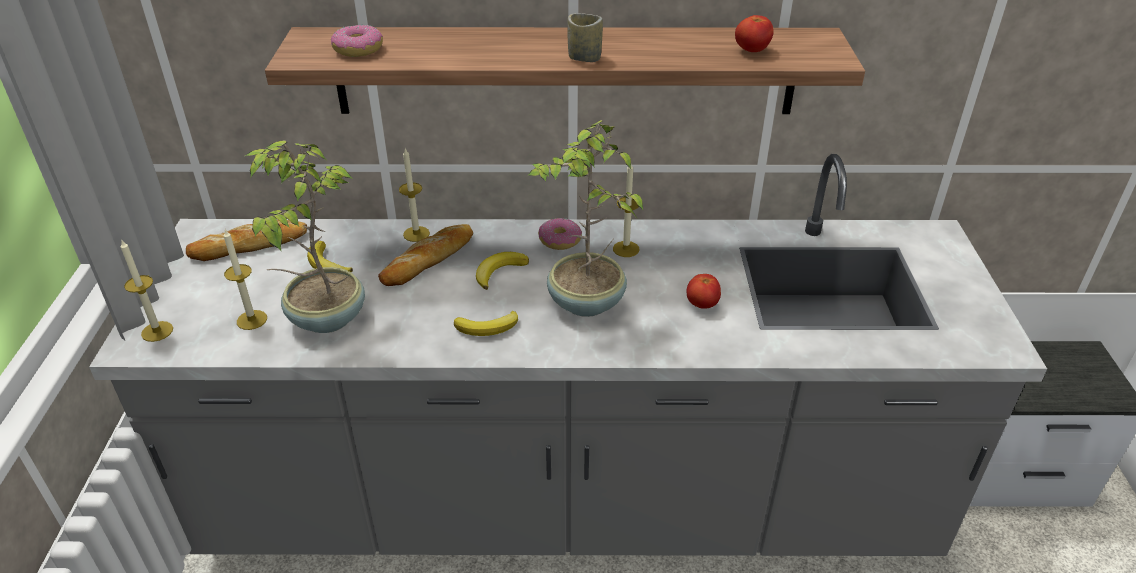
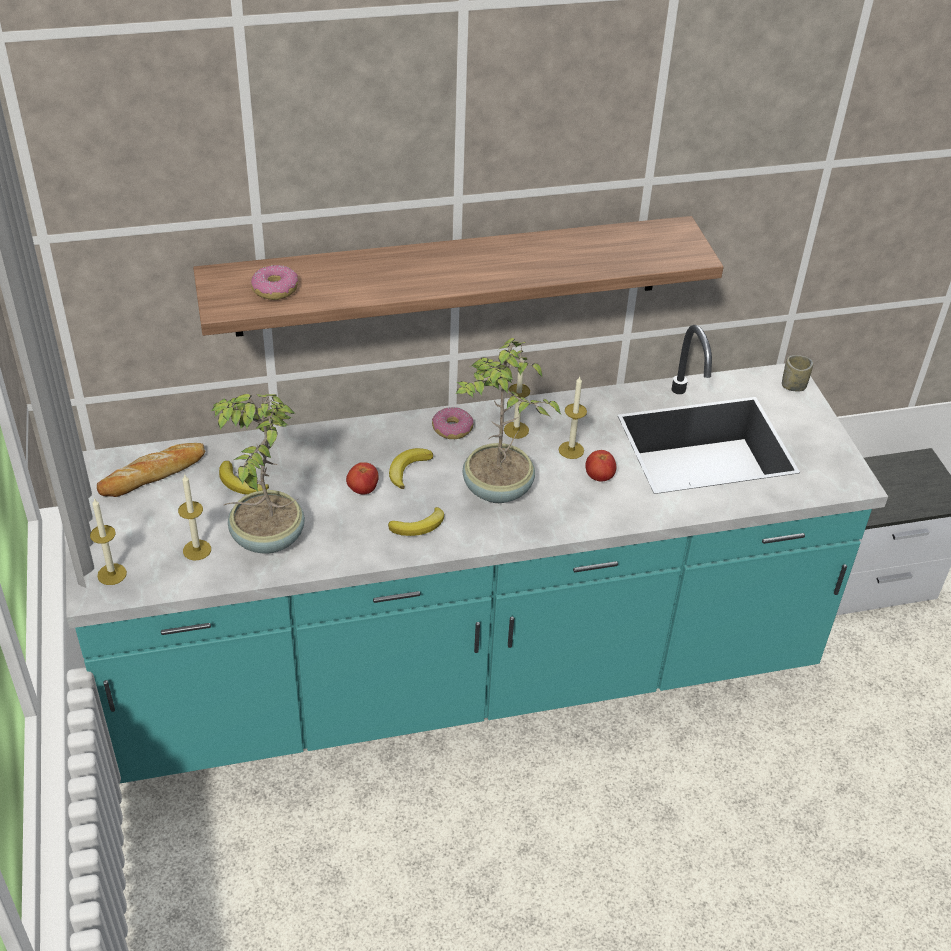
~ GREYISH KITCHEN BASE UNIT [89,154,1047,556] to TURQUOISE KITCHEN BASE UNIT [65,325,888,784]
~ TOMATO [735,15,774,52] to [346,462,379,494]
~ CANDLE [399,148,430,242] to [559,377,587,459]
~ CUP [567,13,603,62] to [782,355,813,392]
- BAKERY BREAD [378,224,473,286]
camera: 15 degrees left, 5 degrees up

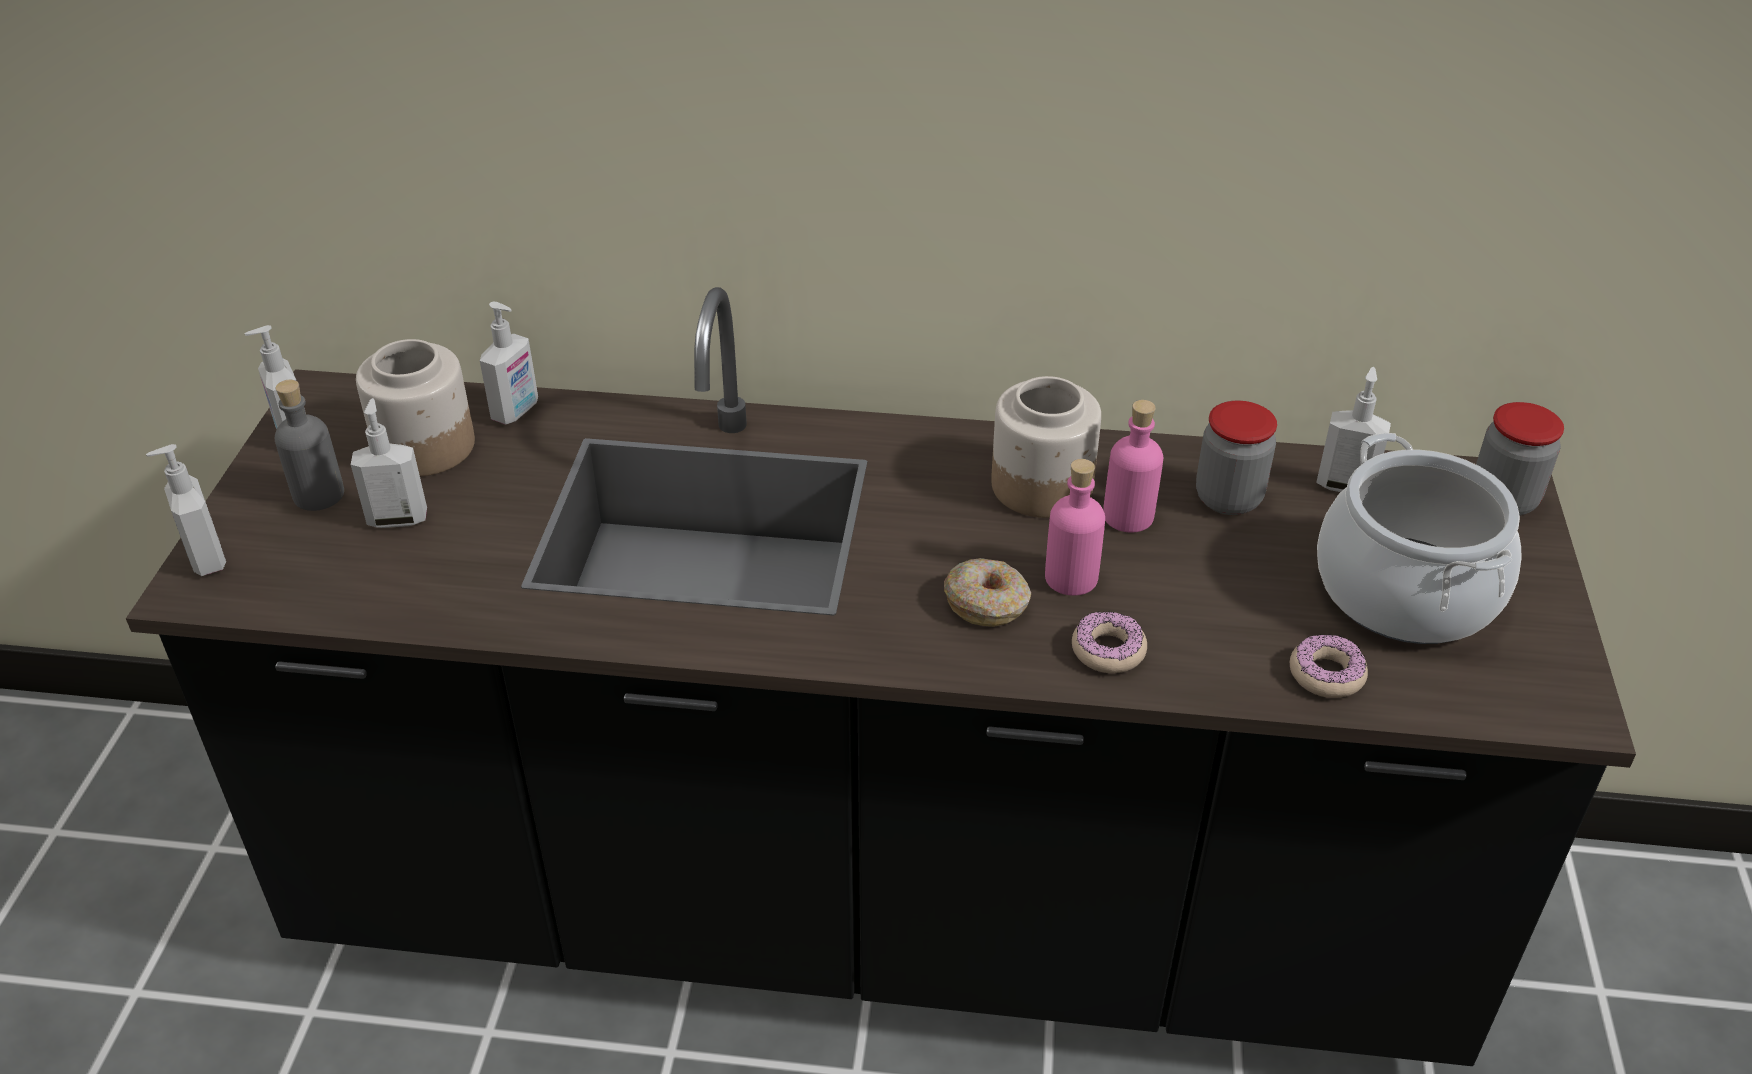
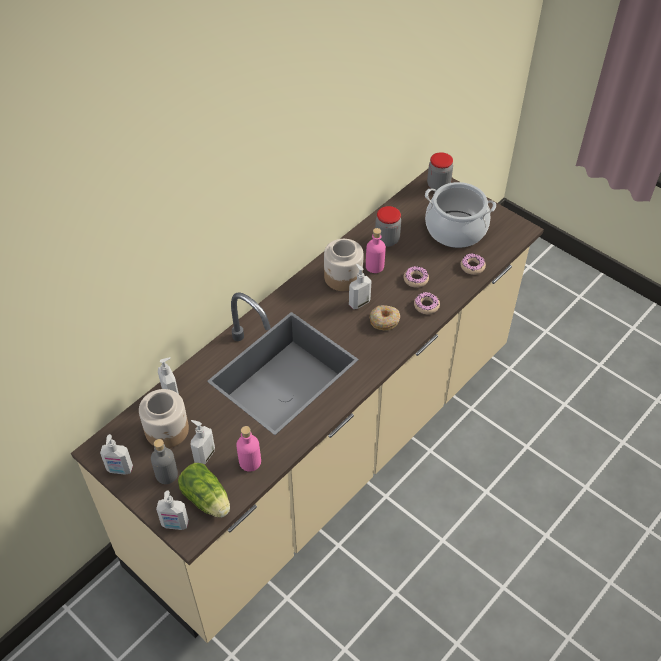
~ BLACKISH KITCHEN BASE UNIT [126,287,1636,1066] to BEIGE-COLOURED KITCHEN BASE UNIT [71,169,544,643]
+ LETTUCE HEAD [178,463,230,518]
~ PINK-COLOURED DRINK BOTTLE [1045,459,1105,596] to [236,426,261,472]
~ SOAP BOTTLE [1316,367,1391,492] to [349,264,372,309]
+ DONUT [404,266,429,288]
camera: 55 degrees left, 10 degrees up

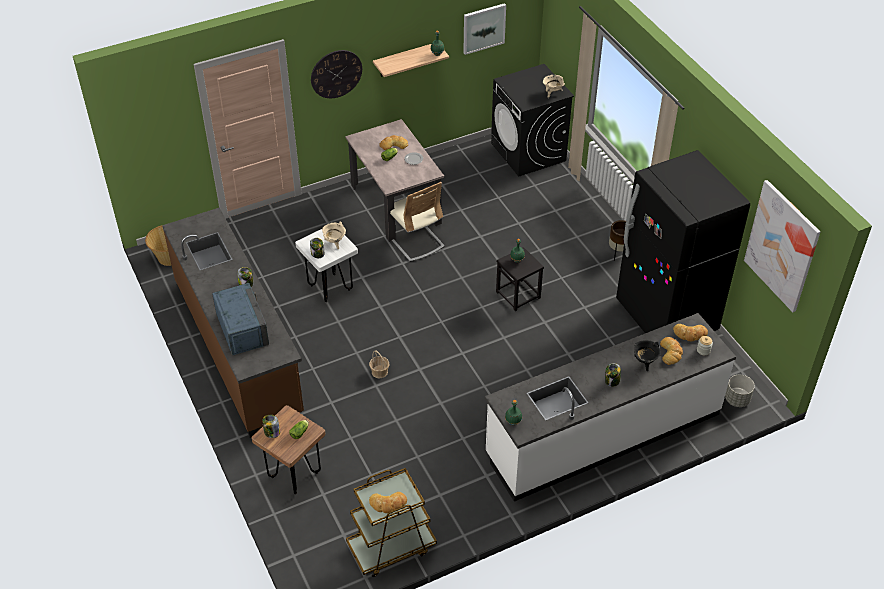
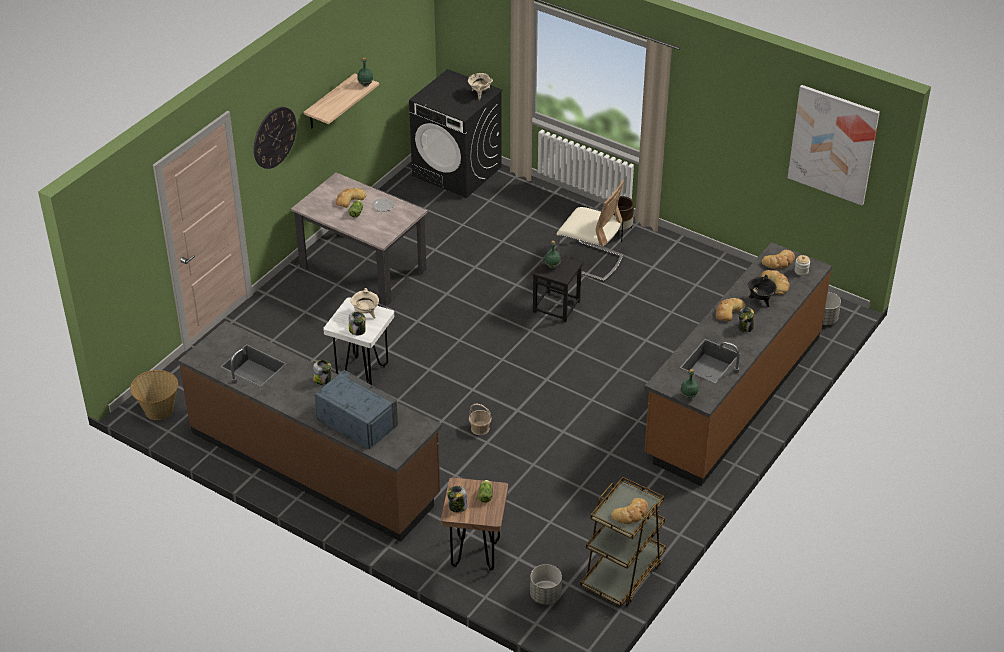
+ GREYISH PLANT POT [530,564,562,605]
~ BEIGE-COLOURED CHAIR [390,182,445,262] to [556,180,624,281]
~ WHITISH KITCHEN BASE UNIT [485,313,736,502] to BROWNISH KITCHEN BASE UNIT [644,242,832,486]
+ BAKERY BREAD [716,298,746,321]
- WALL PICTURE [463,3,506,55]
- BLACKISH FRIDGE [616,150,750,333]
camera: 30 degrees left, 5 degrees down

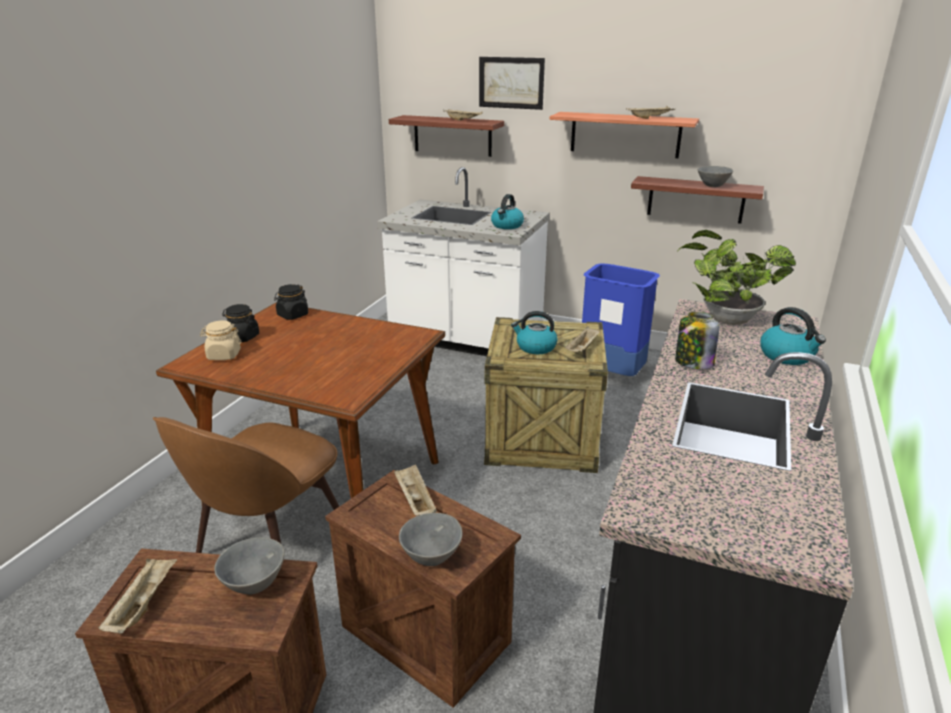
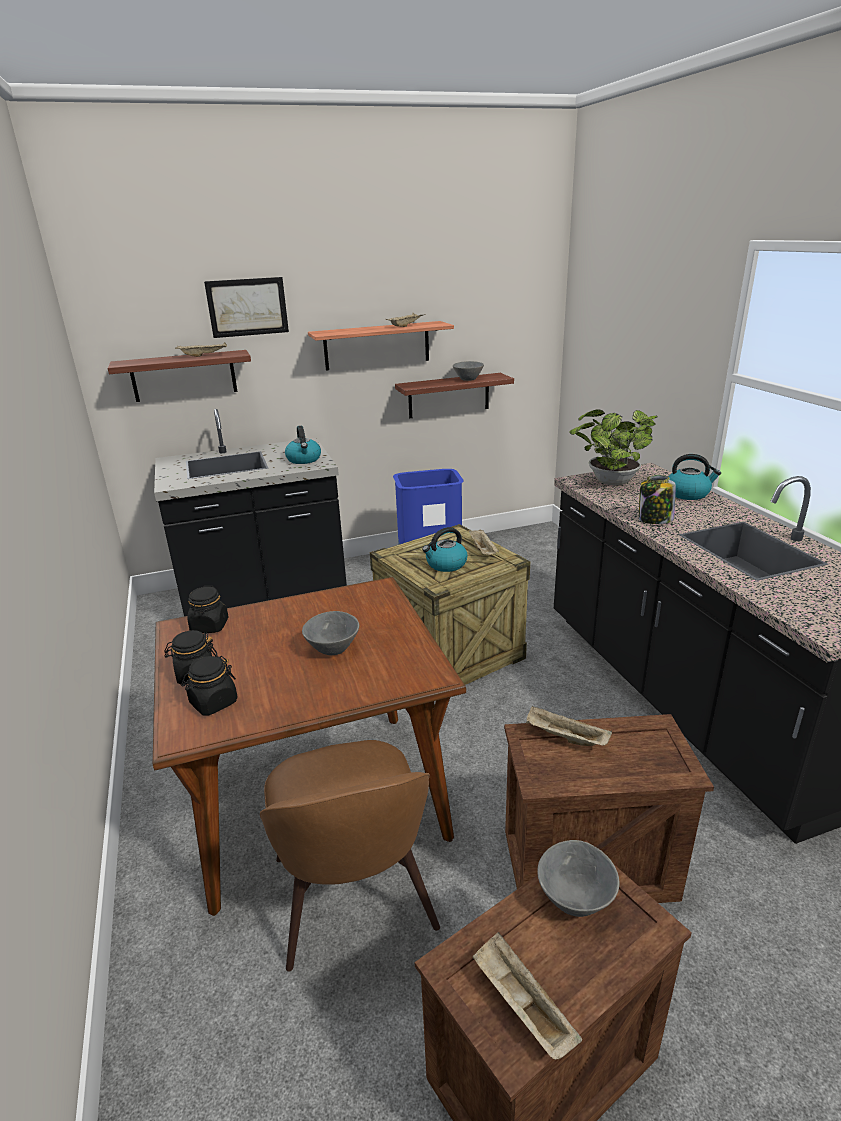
~ WHITISH KITCHEN BASE UNIT [377,167,550,356] to BLACKISH KITCHEN BASE UNIT [154,409,347,616]
~ BEIGE-COLOURED PRESERVE JAR [200,321,241,360] to BLACKISH PRESERVE JAR [181,656,238,716]
~ GREYISH BOWL [399,513,462,566] to [302,611,359,655]
camera: 40 degrees left, 0 degrees up

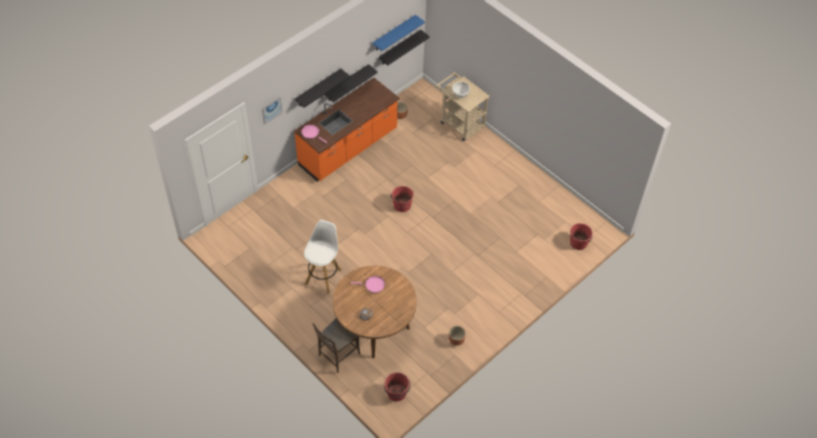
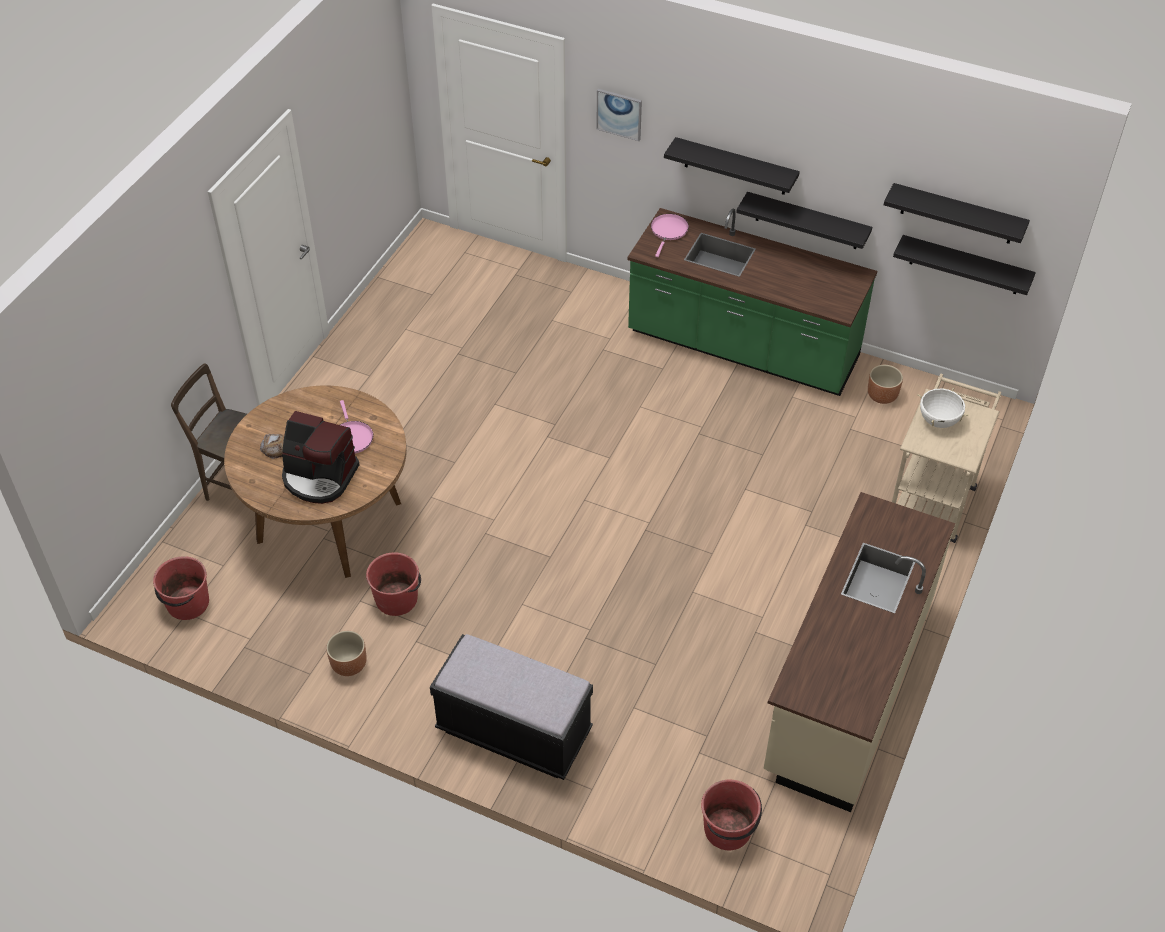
+ COFFEE MAKER [282,411,360,504]
~ RED-COLOURED WATER BUCKET [391,186,414,212] to [366,552,421,616]
+ BLACKISH LONG SEAT [430,634,593,780]
~ ORANGE KITCHEN BASE UNIT [294,78,400,182] to GREENISH KITCHEN BASE UNIT [627,208,877,396]
+ BEIGE-COLOURED KITCHEN BASE UNIT [763,492,955,812]
~ BLUE-COLOURED WALL SHELF [372,15,425,51] to BLACKISH WALL SHELF [884,183,1030,244]
- WHITISH STOOL SEAT [304,220,342,293]
camera: 70 degrees right, 5 degrees down

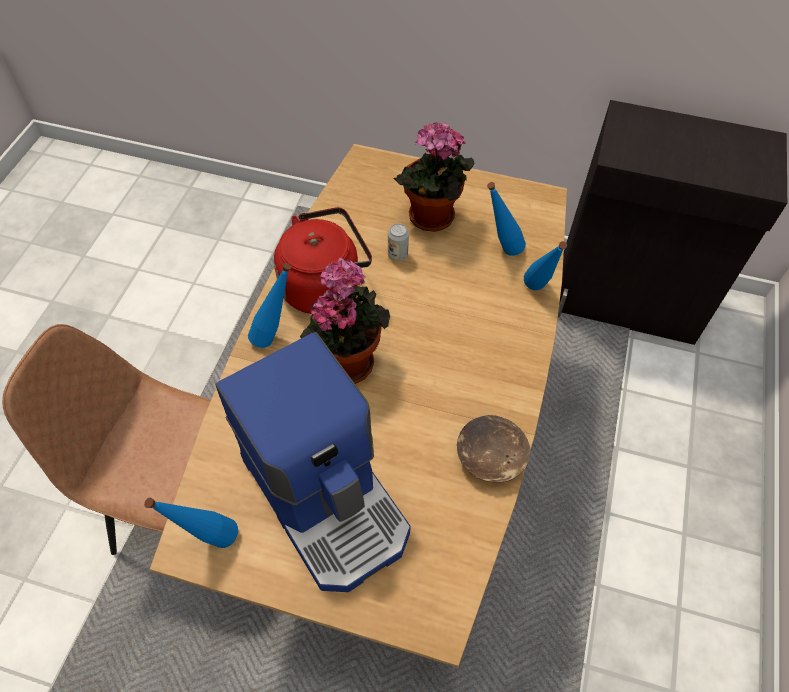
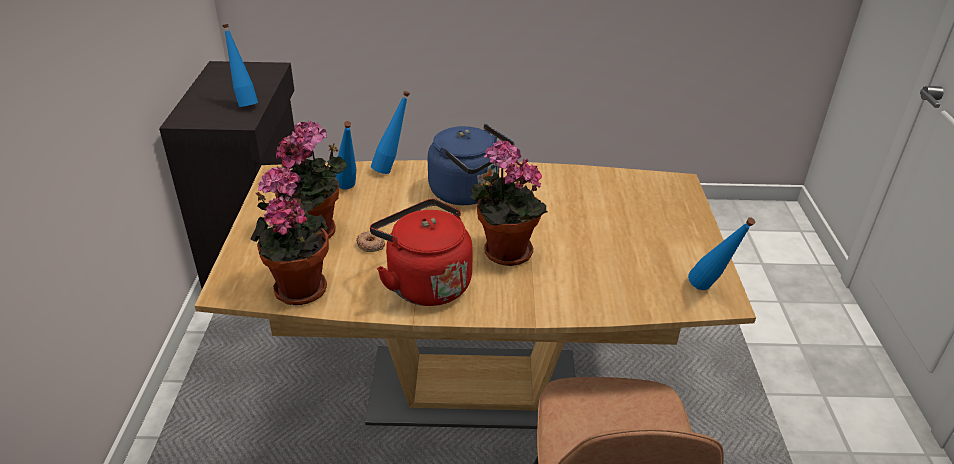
~ BLUE-COLOURED DRINK BOTTLE [248,263,291,348] to [222,24,258,107]
+ PLANT IN A POT [250,166,329,305]
~ SEALED CAN [388,223,409,262] to DONUT [356,231,385,252]
+ BLUE-COLOURED TEA KETTLE [428,124,515,205]
- COFFEE MAKER [215,332,411,592]
- BROWNISH BOWL [457,415,531,483]
camera: 105 degrees left, 20 degrees down

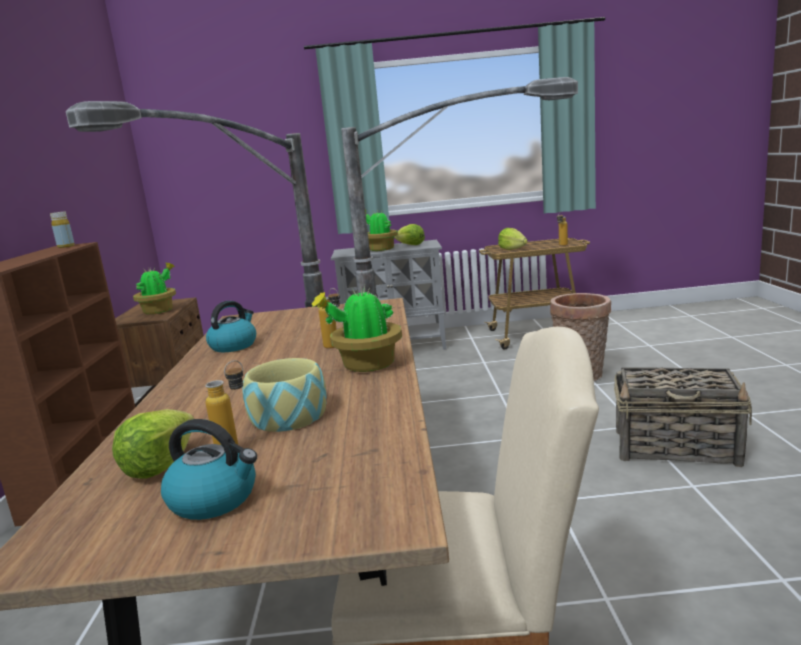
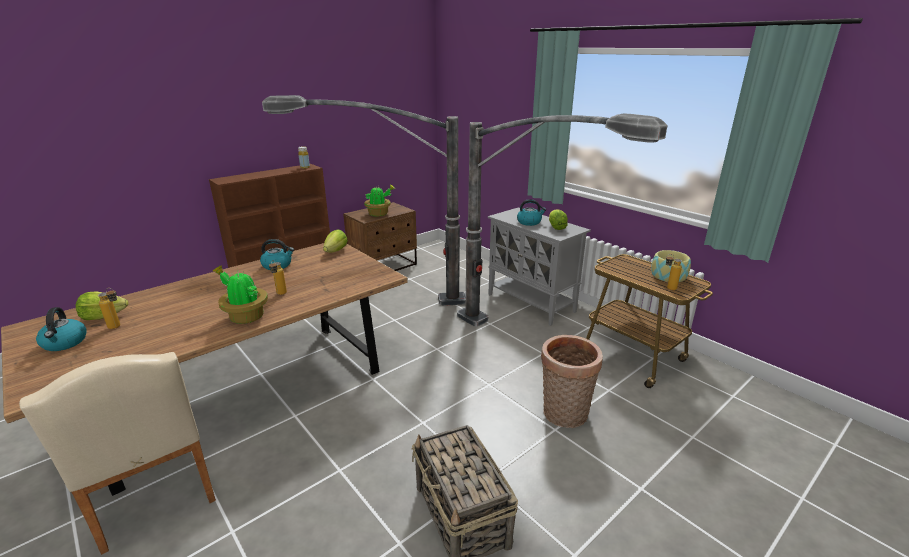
~ LETTUCE HEAD [498,228,528,250] to [323,229,348,252]
~ PLANT IN A POT [365,209,398,251] to TEA KETTLE [517,199,546,226]
~ BOWL [242,358,327,432] to [651,250,691,282]
camera: 50 degrees right, 10 degrees up

